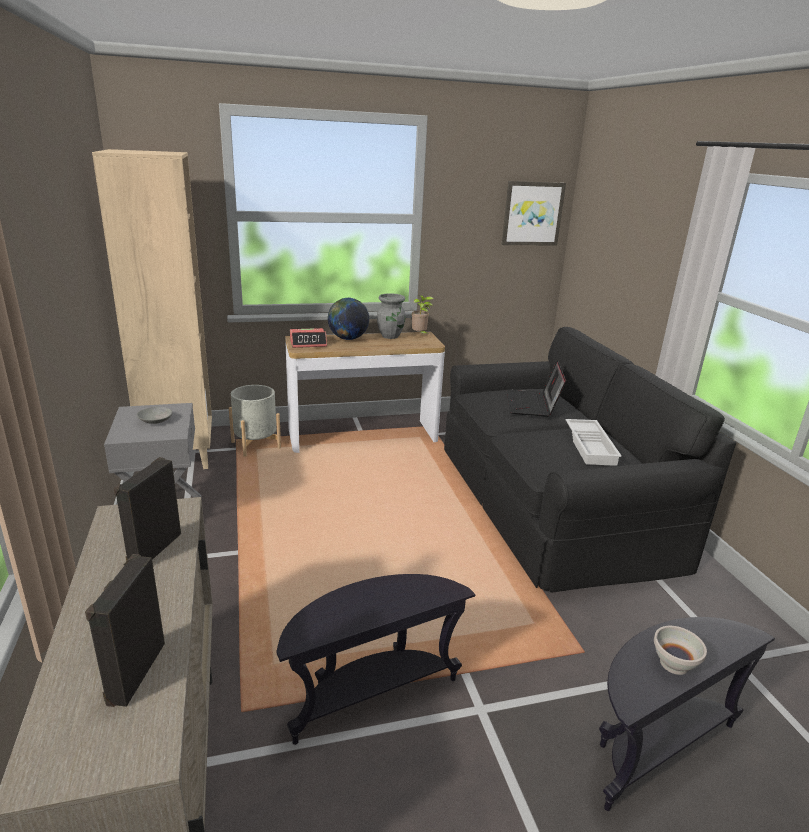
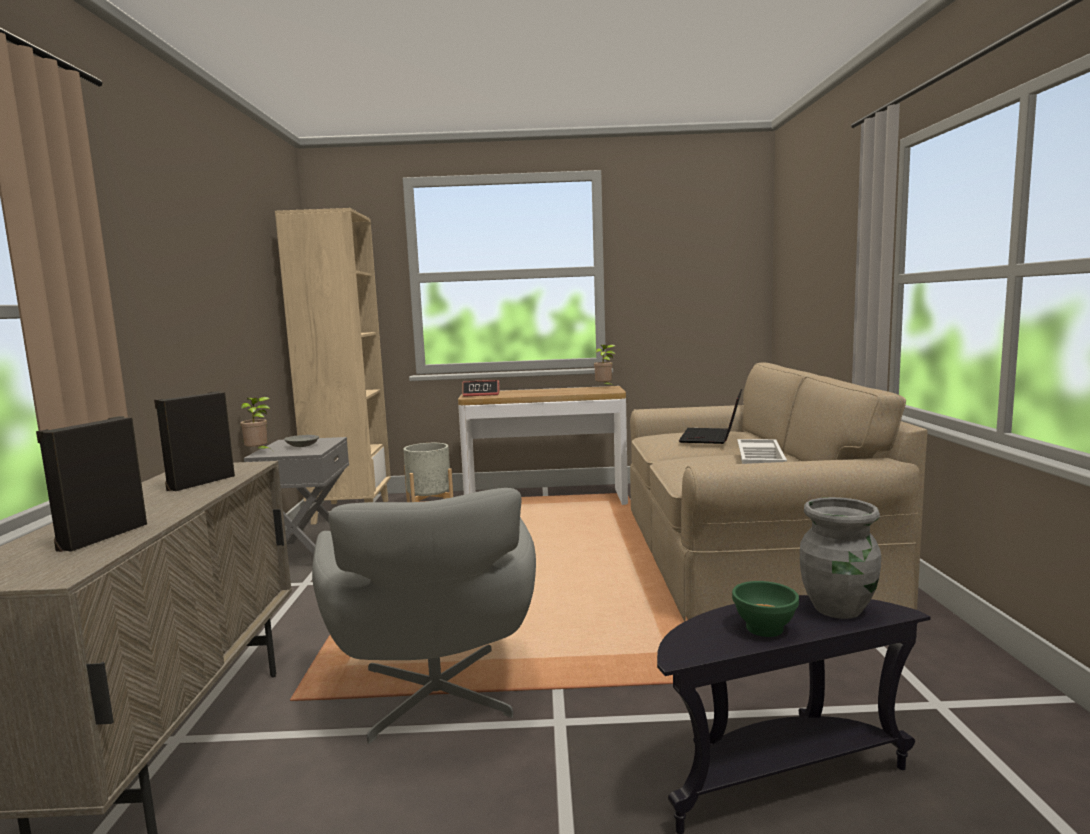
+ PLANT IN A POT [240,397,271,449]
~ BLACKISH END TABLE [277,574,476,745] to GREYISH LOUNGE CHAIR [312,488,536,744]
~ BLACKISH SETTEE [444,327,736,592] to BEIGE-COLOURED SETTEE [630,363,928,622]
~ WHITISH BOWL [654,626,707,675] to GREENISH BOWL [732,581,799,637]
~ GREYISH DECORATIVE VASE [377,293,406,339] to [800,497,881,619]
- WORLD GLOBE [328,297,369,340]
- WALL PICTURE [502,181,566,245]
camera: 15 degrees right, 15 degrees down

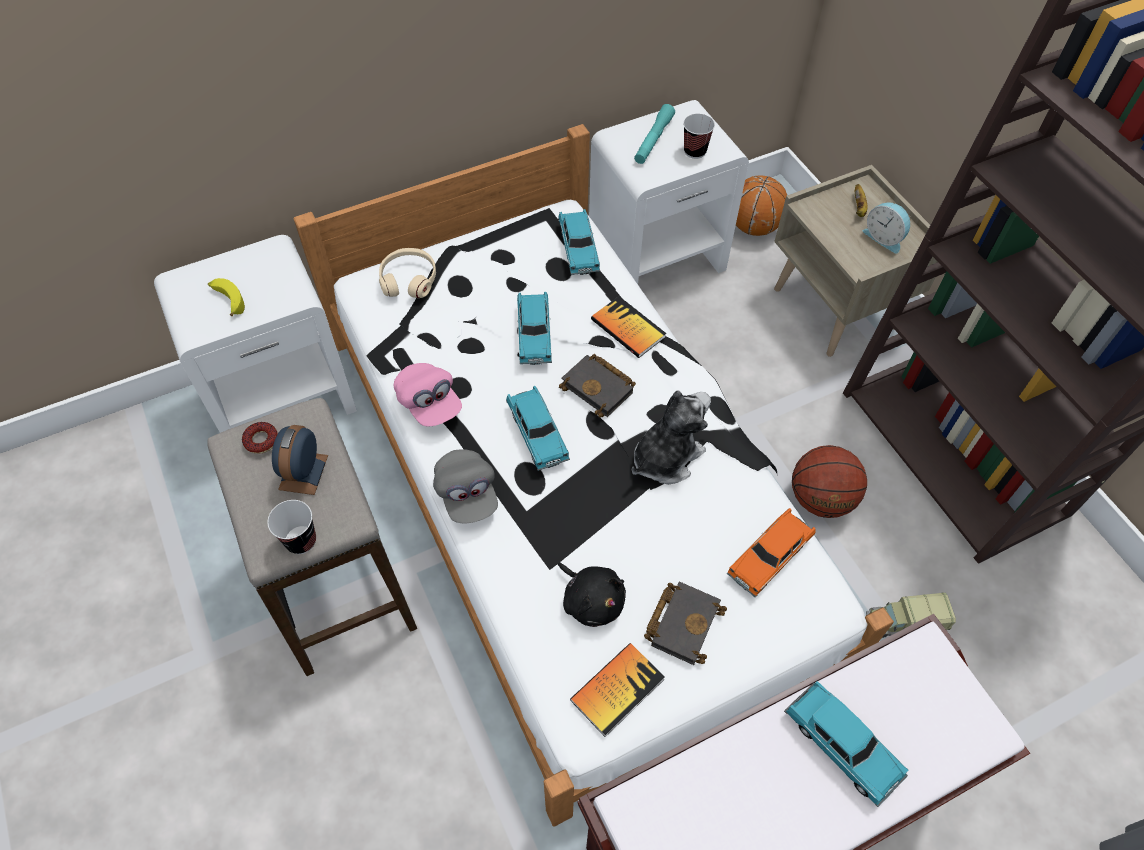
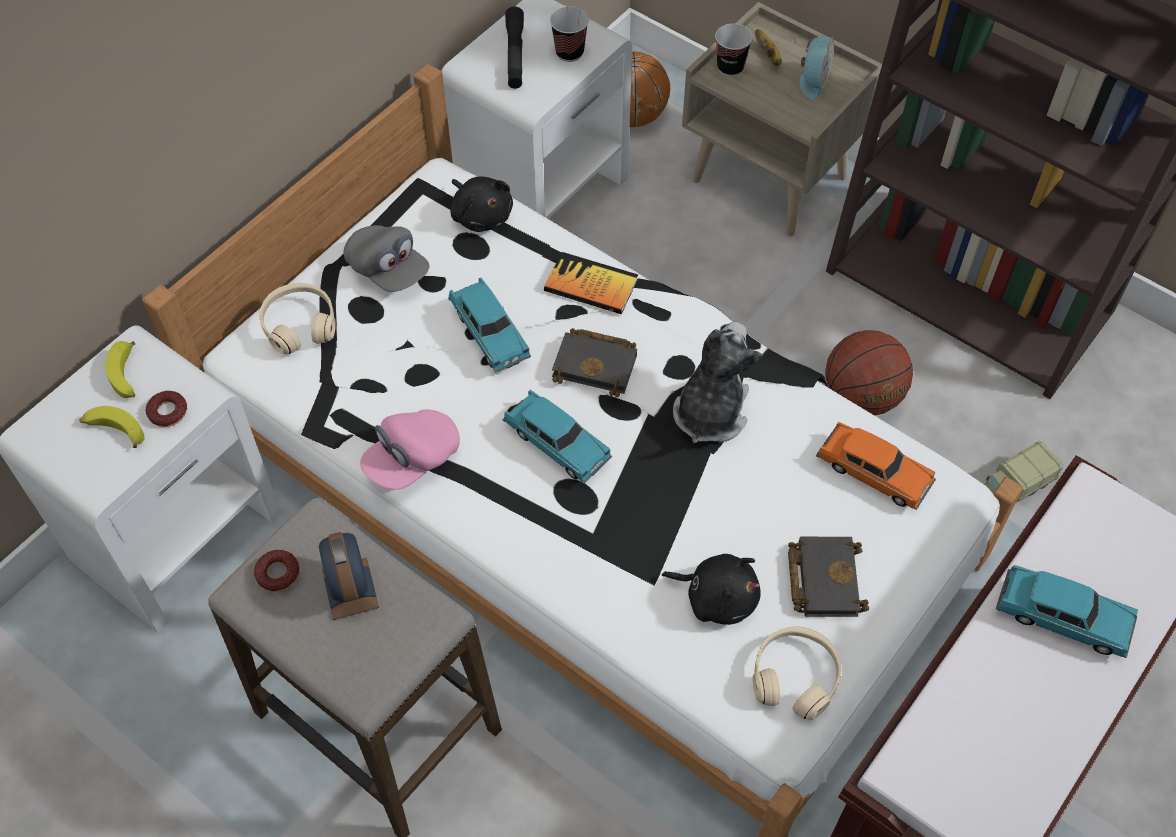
+ BANANA FRUIT [105,341,135,398]
+ DONUT [146,391,187,427]
~ GREYISH CAP [433,449,498,523] to [344,225,429,292]
~ PINK-COLOURED CAP [394,363,462,426] = [360,409,460,490] 105 degrees clockwise
~ TURQUOISE TOY CAR [558,209,600,275] to BLACKISH CUDDLY TOY [450,176,513,232]
~ TURQUOISE HAND TORCH [634,104,675,164] to BLACKISH HAND TORCH [505,6,524,89]
~ CUP [267,500,316,554] to [715,24,753,77]
~ VOLUME [570,643,665,737] to BEIGE-COLOURED HEADPHONES [753,626,842,720]
~ TABLE CLOCK [863,202,911,253] = [799,36,834,100] 90 degrees counterclockwise
~ ORANGE TOY CAR [727,508,816,598] = [816,422,936,510] 75 degrees counterclockwise
camera: 25 degrees left, 0 degrees up

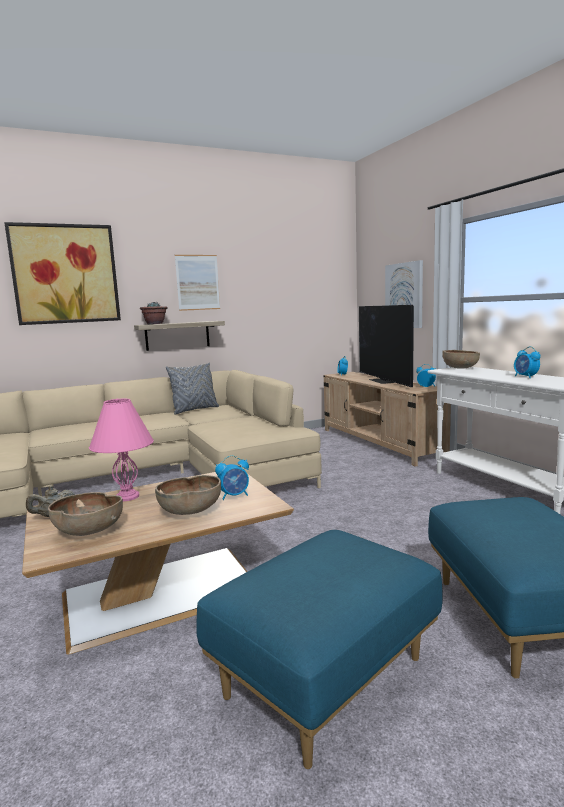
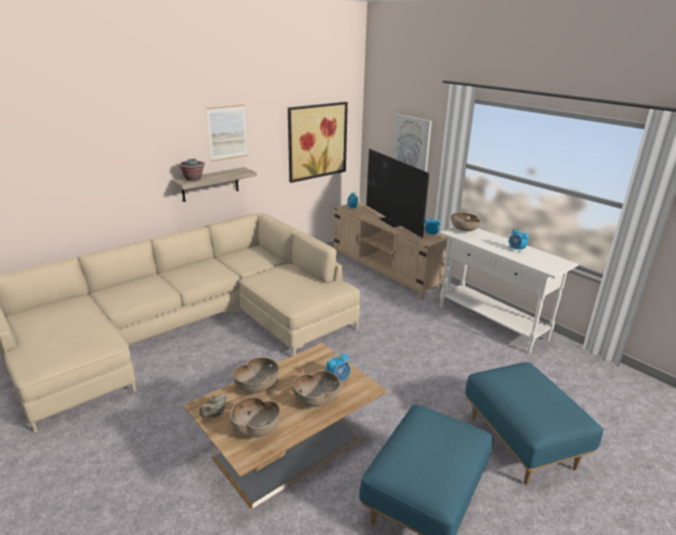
~ PINK-COLOURED LAMP FOR A TABLE [89,398,154,501] to BROWNISH BOWL [233,357,280,393]
~ WALL PICTURE [4,222,121,325] to [288,102,348,183]
- GREYISH PILLOW [166,363,219,415]
camera: 15 degrees left, 15 degrees up

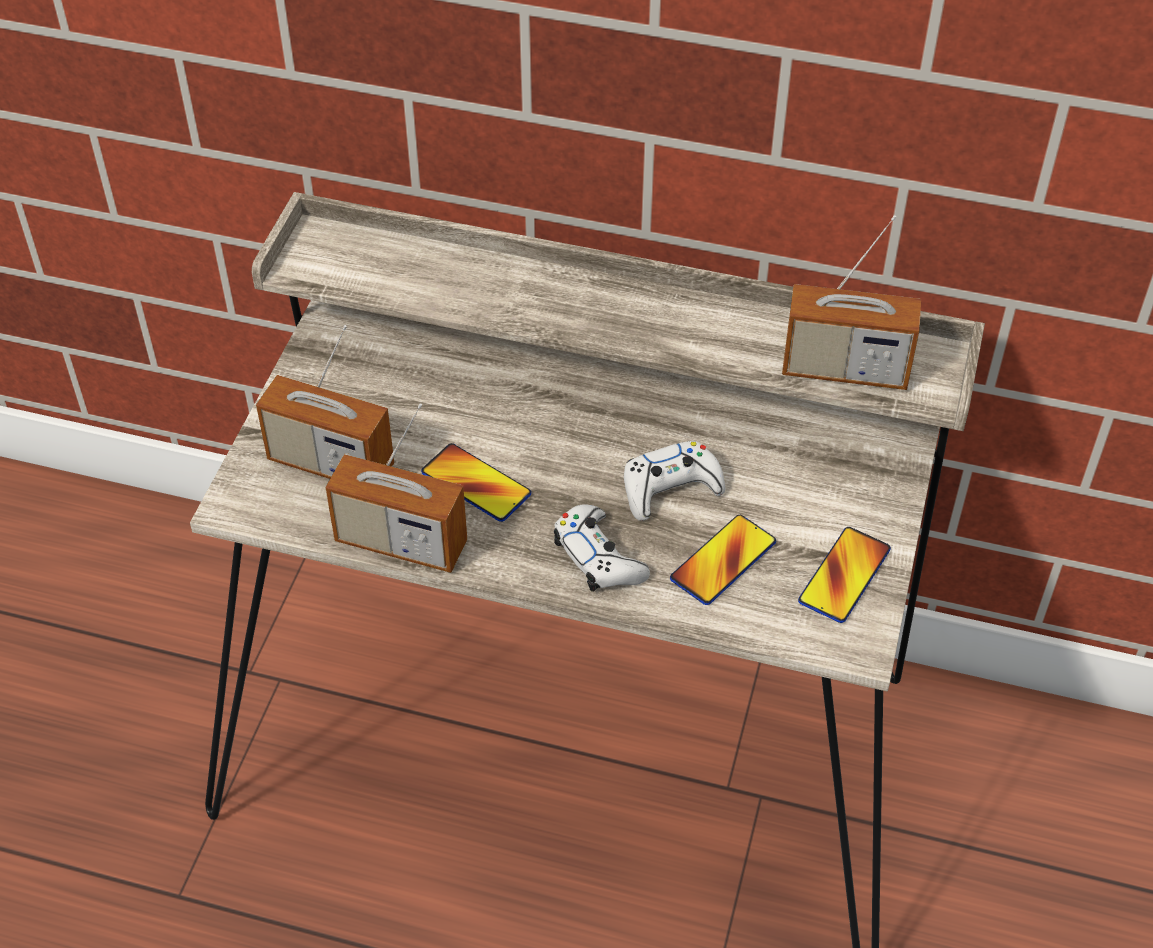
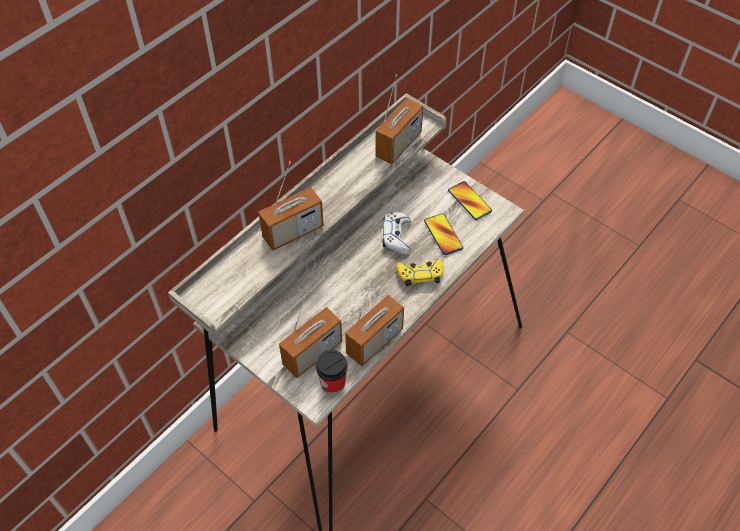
+ RADIO [258,162,324,251]
+ CUP [316,350,348,394]
~ WHITISH JOYPAD [554,504,650,592] to YELLOWISH JOYPAD [396,259,444,286]
- HANDSET [421,443,531,522]
camera: 65 degrees left, 5 degrees up

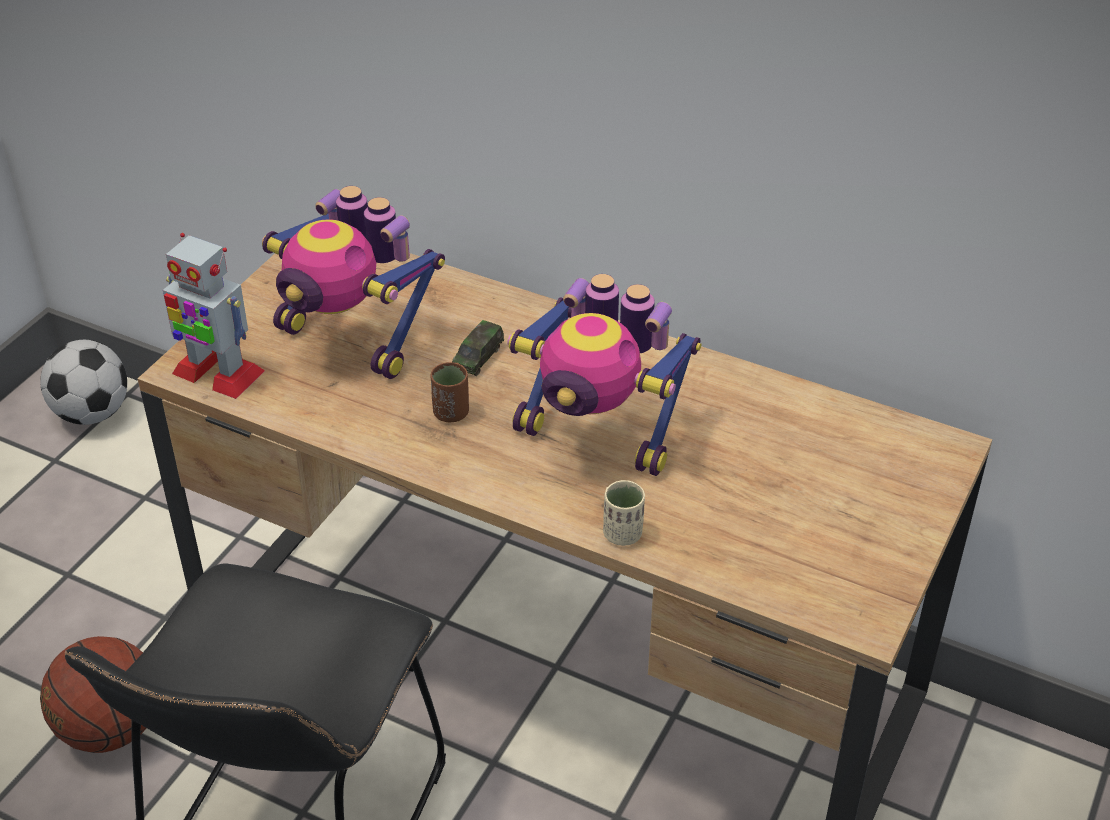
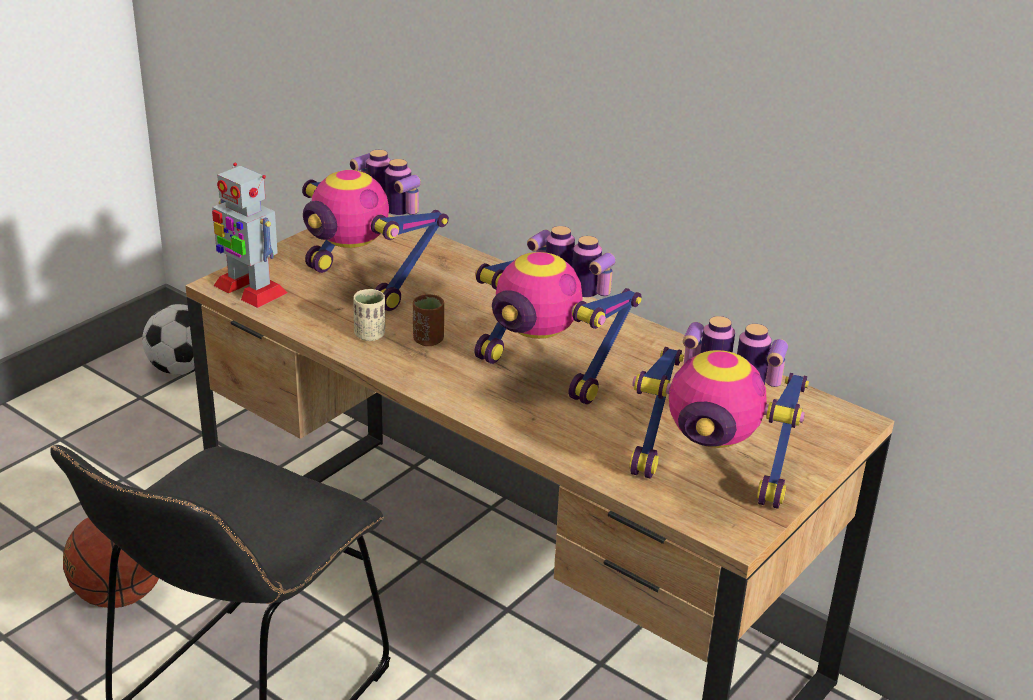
~ BEIGE-COLOURED CUP [603,480,645,546] to [353,289,385,341]
+ ROBOT FIGURE [629,316,809,509]
- TOY CAR [452,320,504,376]
camera: 10 degrees right, 10 degrees down

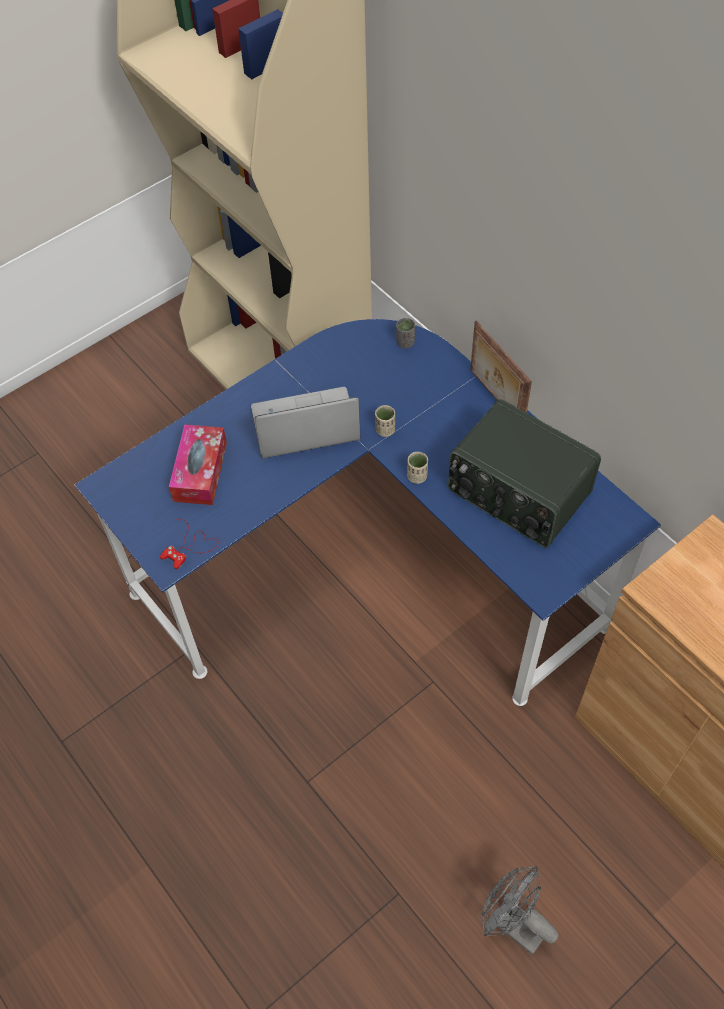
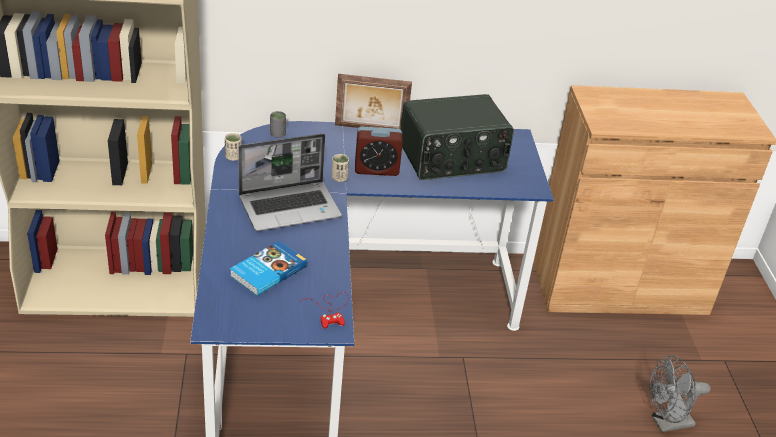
~ BEIGE-COLOURED CUP [407,452,428,484] to [225,133,242,161]
~ TISSUE HOLDER [169,425,227,505] to VOLUME [230,241,307,296]
~ NOTEBOOK COMPUTER [251,387,361,458] = [238,134,342,231] 135 degrees counterclockwise
+ TABLE CLOCK [355,127,403,176]
camera: 60 degrees left, 20 degrees down

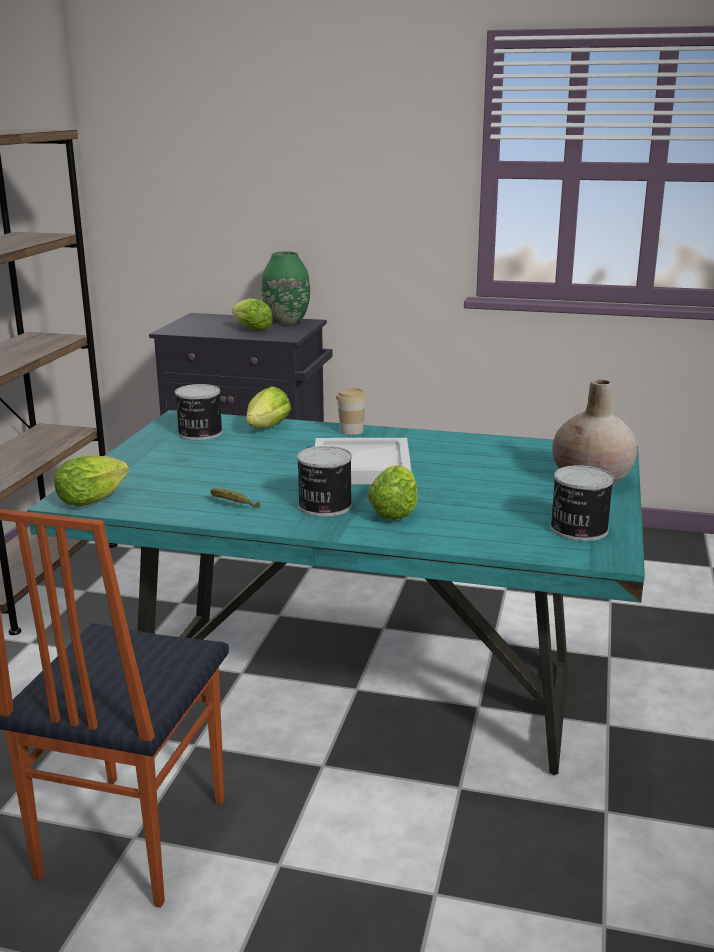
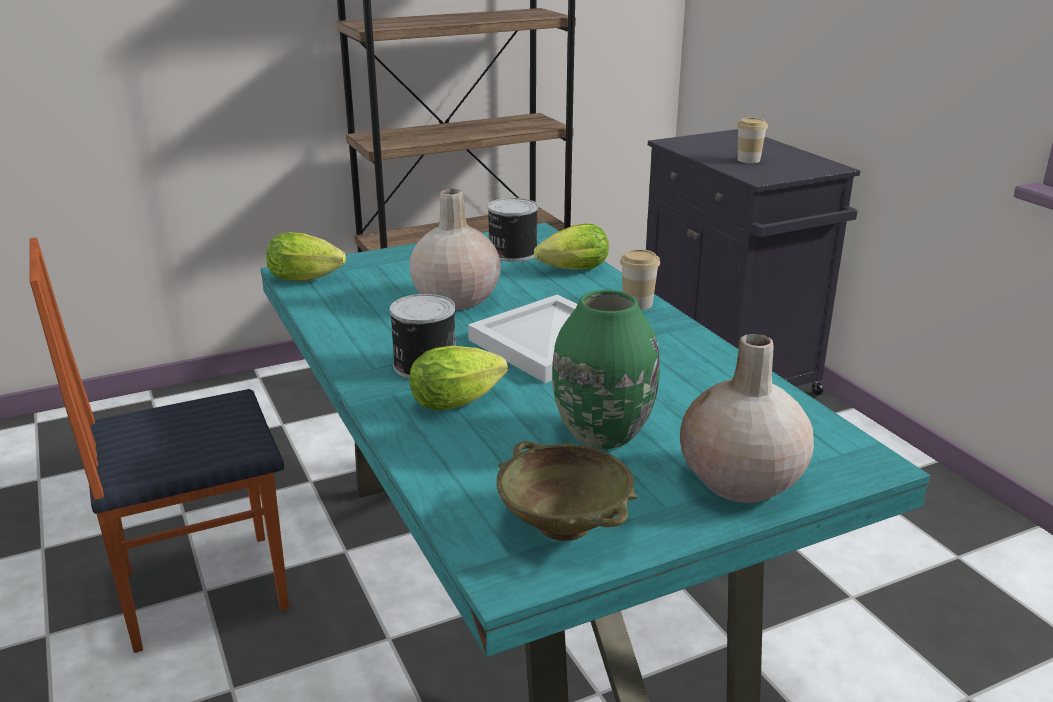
+ BEIGE-COLOURED DECORATIVE VASE [409,189,501,310]
~ SEALED CAN [550,465,614,541] to BEIGE-COLOURED BOWL [497,441,637,541]
~ GREENISH DECORATIVE VASE [262,251,310,325] to [552,290,660,449]
~ LETTUCE HEAD [232,298,273,331] to CUP [737,118,768,163]
- BANANA FRUIT [210,488,260,508]
camera: 50 degrees right, 5 degrees up

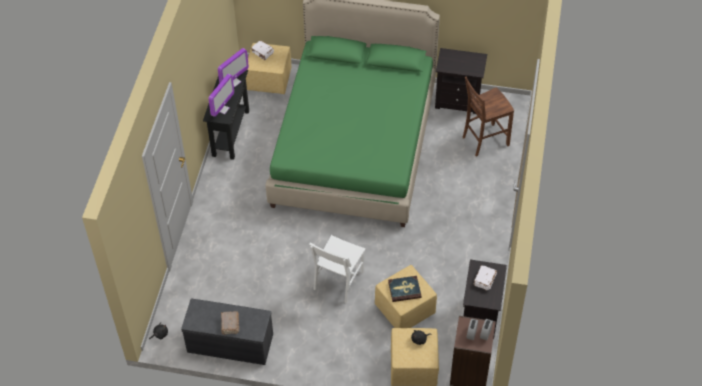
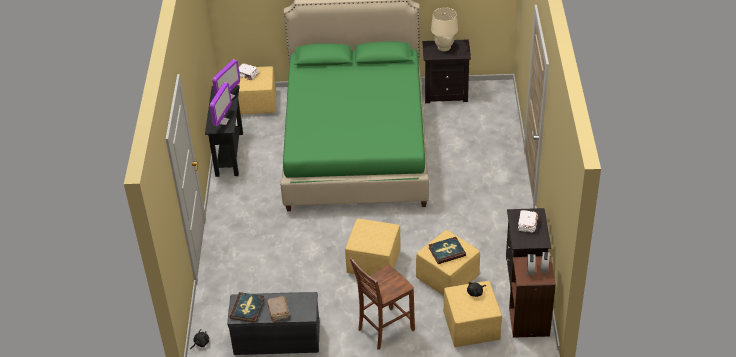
+ VOLUME [230,292,264,322]
~ WHITISH CHAIR [309,235,366,303] to YELLOWISH OTTOMAN [345,219,401,276]
~ BROWNISH CHAIR [463,76,514,157] to [350,257,415,350]
+ BEIGE-COLOURED LAMP FOR A TABLE [431,7,458,51]
camera: 10 degrees left, 10 degrees down

